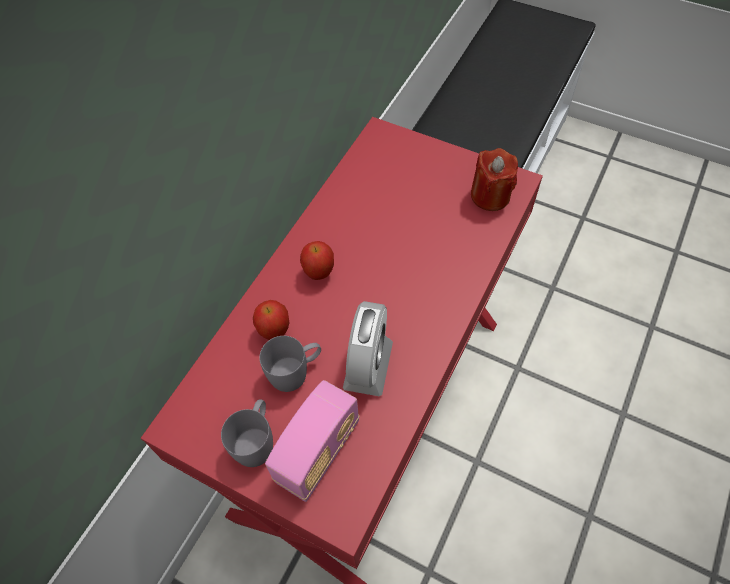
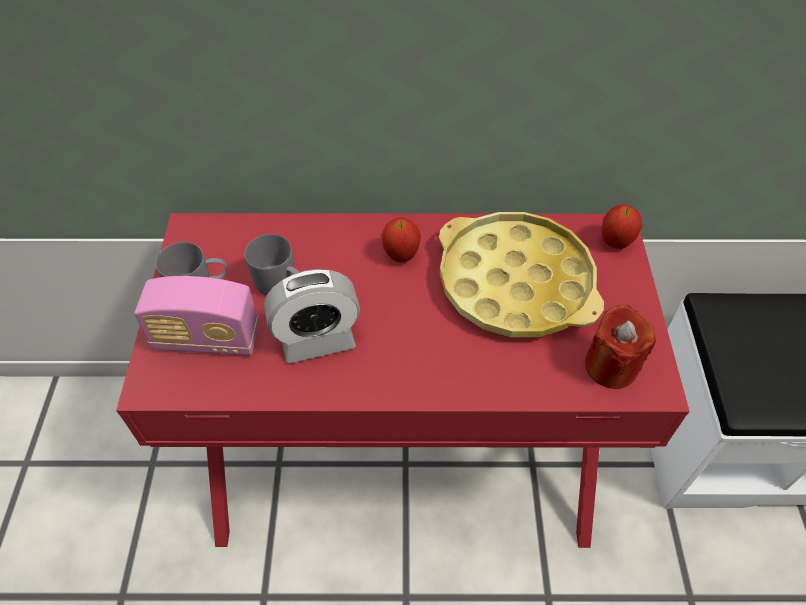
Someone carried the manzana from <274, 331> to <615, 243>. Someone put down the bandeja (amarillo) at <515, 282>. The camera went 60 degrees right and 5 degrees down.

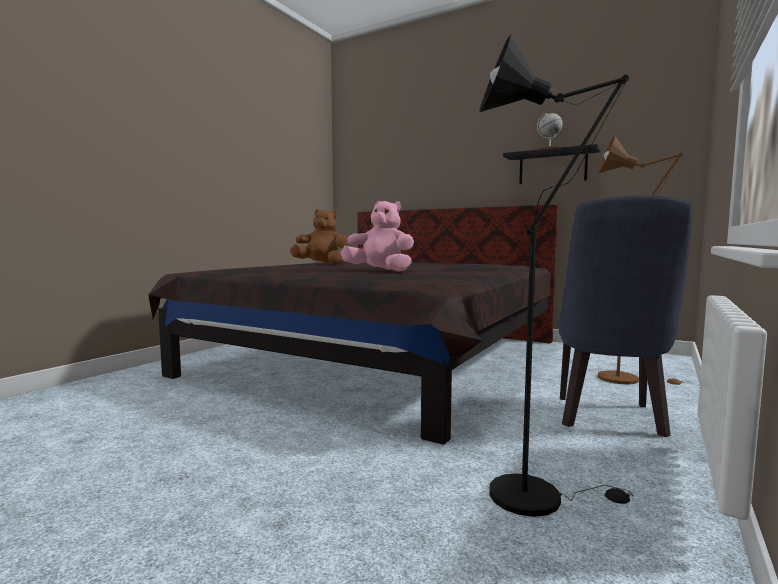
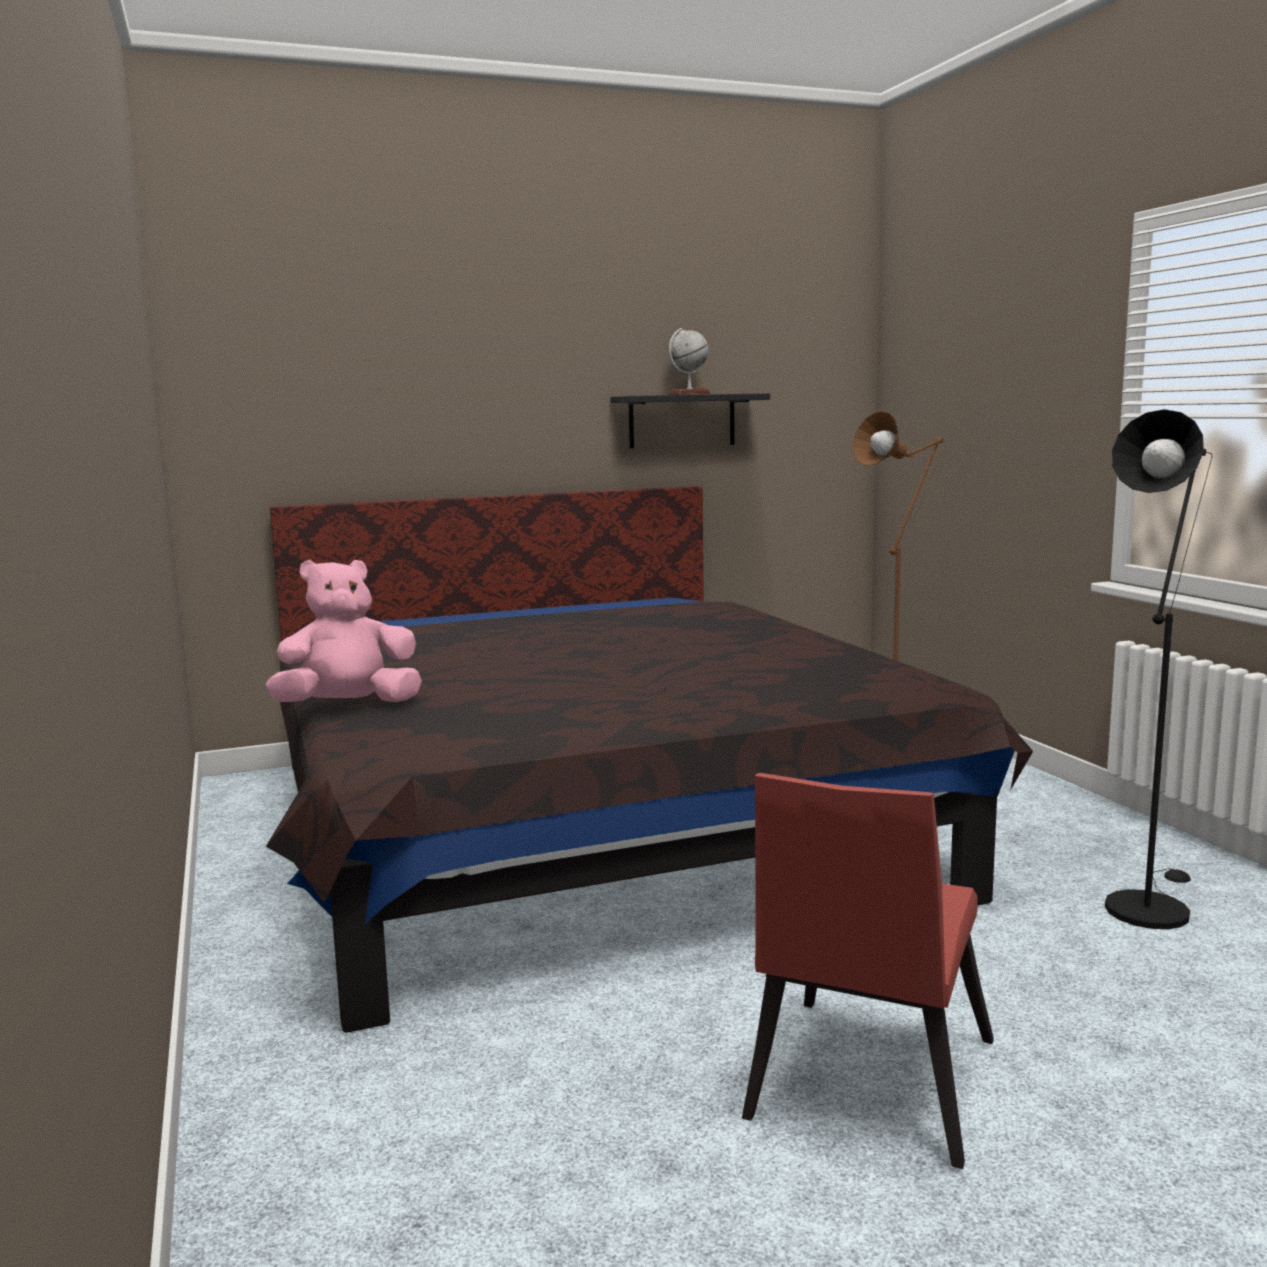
Someone took away the silla (azul) at <609, 419>. Someone carried the peluche (rosa) from <380, 271> to <348, 706>. Someone took away the peluche (marrón) at <322, 264>. Someone put down the silla (rojo) at <865, 1087>. The camera went 50 degrees left and 5 degrees up.

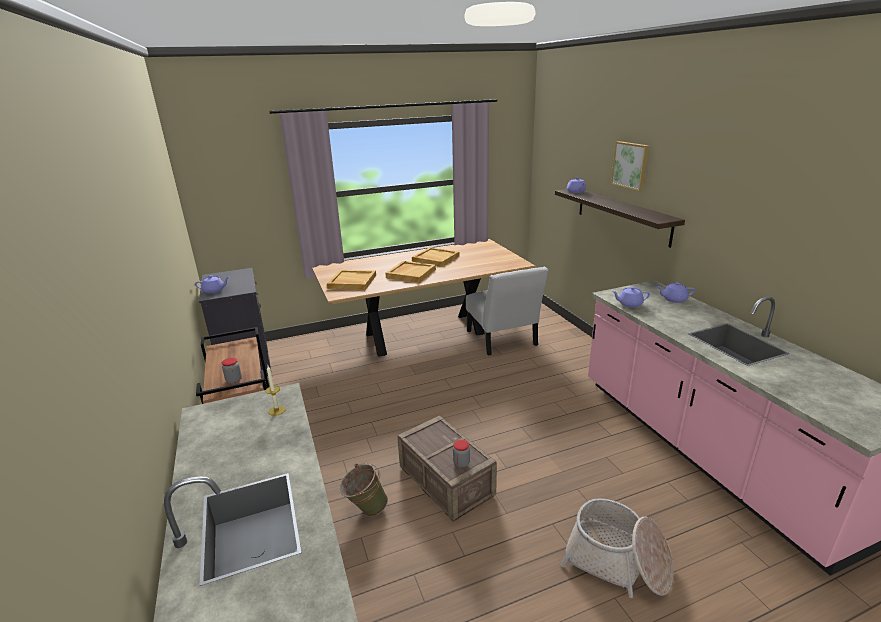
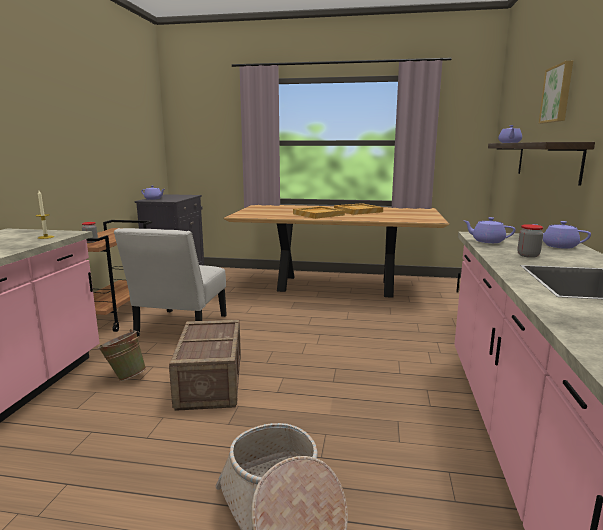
Someone carried the silla (blanco) from <502, 340> to <179, 328>. Someone took away the bandeja (beis) at <352, 281>. Someone carried the tarro from <461, 463> to <528, 255>. The camera went 30 degrees right and 10 degrees down.

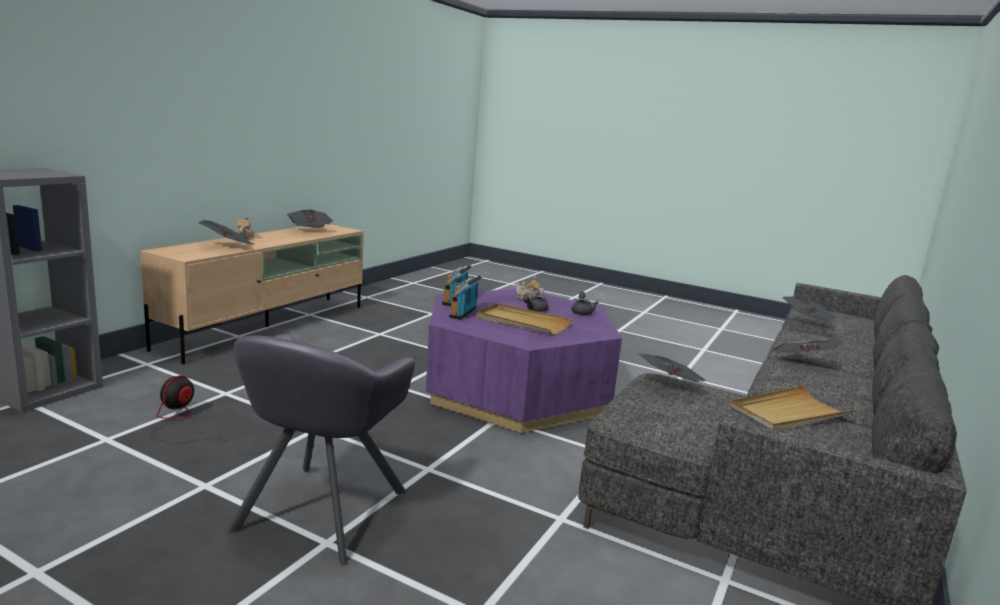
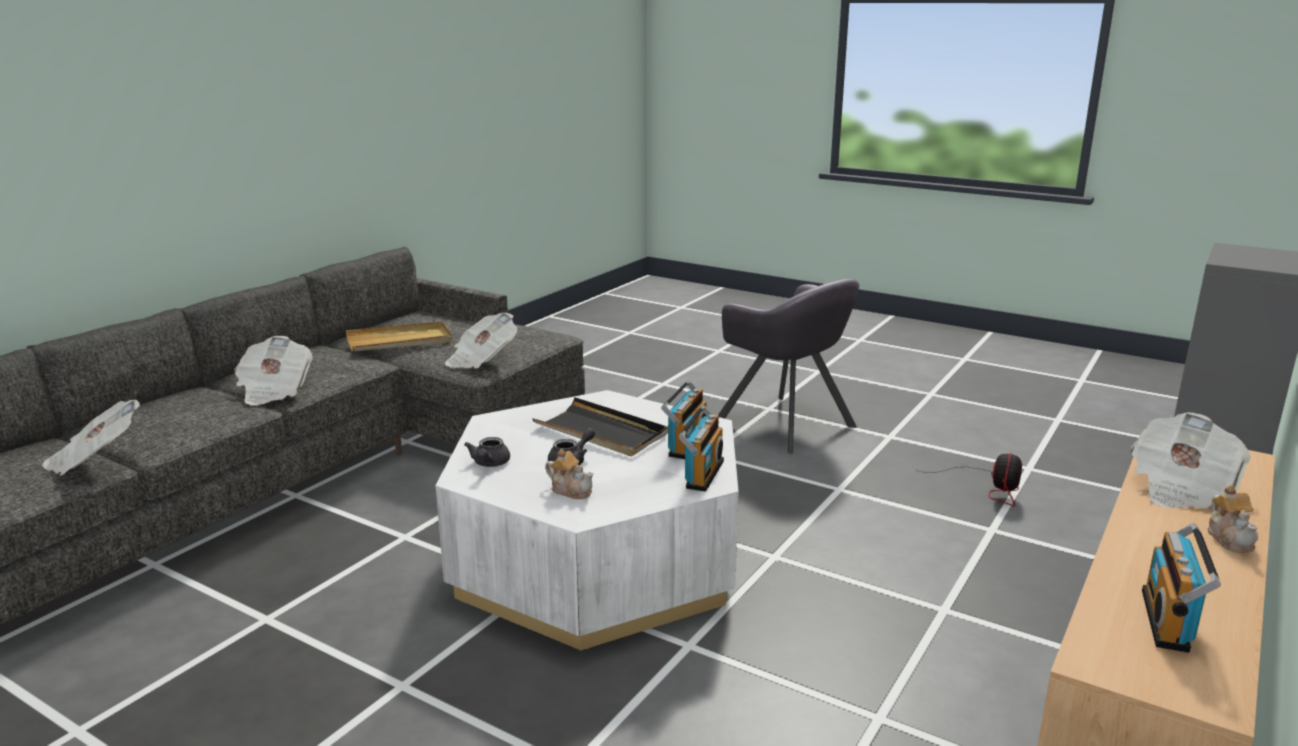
Someone swapped the periódico at <310, 231> for the radio at <1170, 621>. Someone repainted the mesa de centro (morado) at <516, 390>, which became the mesa de centro (blanco) at <596, 560>. Someone repainted the bandeja (beis) at <522, 322>, which became the bandeja (negro) at <601, 432>. Someone rotated the sillón (gris) at <320, 511> by 120 degrees clockwise. The camera went 175 degrees left and 5 degrees up.

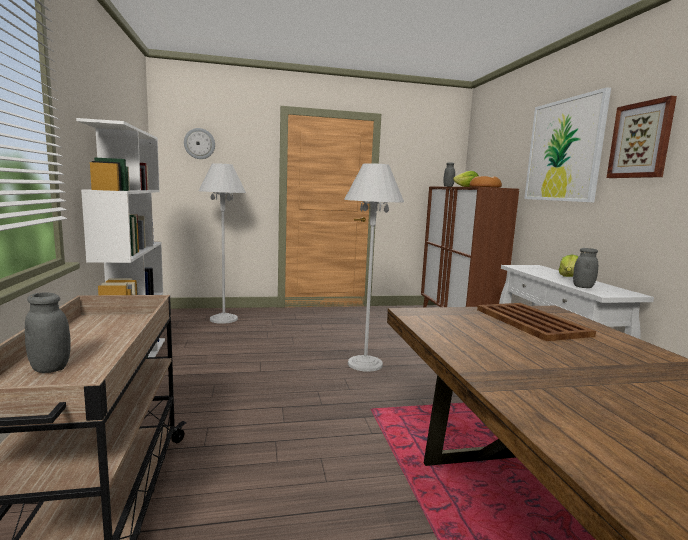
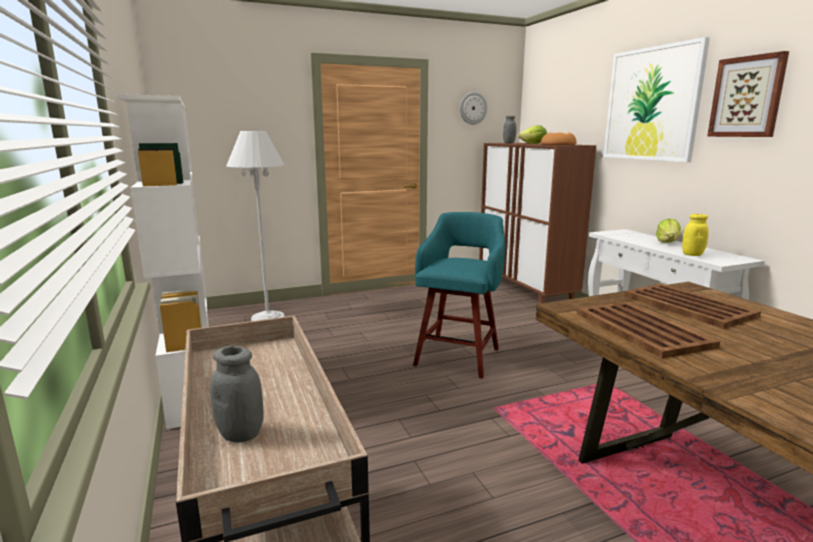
Someone carried the reloj de pared from <199, 143> to <473, 108>. Someone swapped the lámpara de pie (blanco) at <365, 364> for the taburete (turquesa) at <458, 355>. Someone repainted the tarro (gris) at <583, 287>, which became the tarro (amarillo) at <692, 254>. Someone put down the bandeja (marrón) at <641, 329>. The camera went 10 degrees left and 5 degrees up.

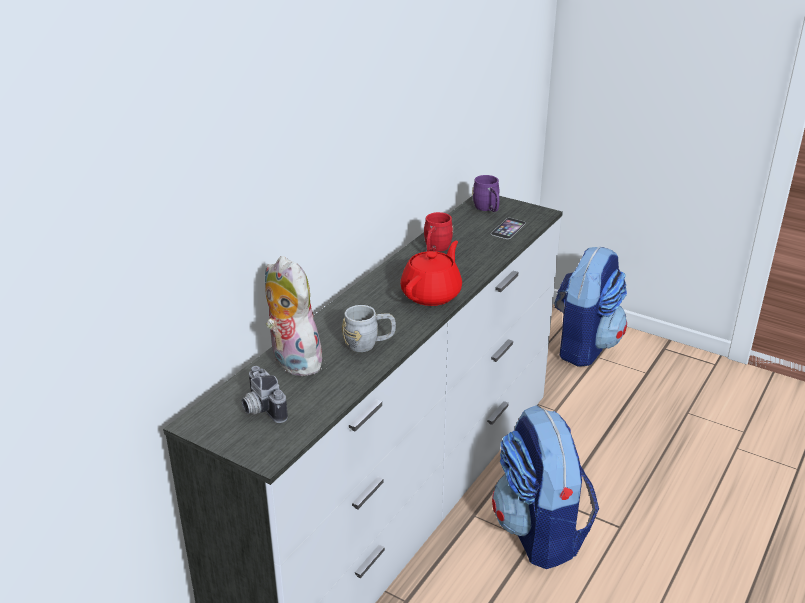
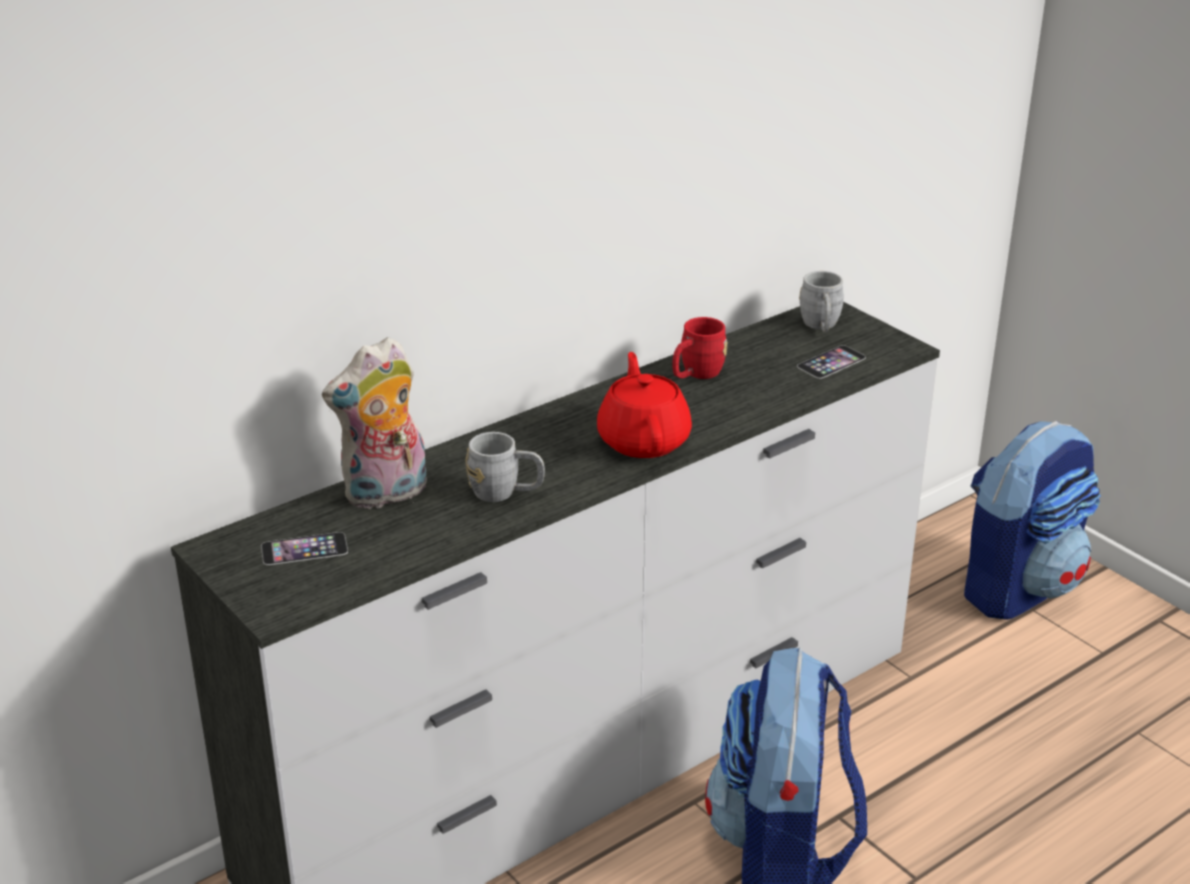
Someone repainted the taza grande (morado) at <488, 209>, which became the taza grande (gris) at <821, 326>. Someone rotated the tetera (rojo) at <432, 294> by 60 degrees counterclockwise. Someone rotated the peluche at <292, 361> by 105 degrees counterclockwise. Someone swapped the cámara at <260, 409> for the móvil at <304, 549>. The camera went 20 degrees right and 0 degrees up.

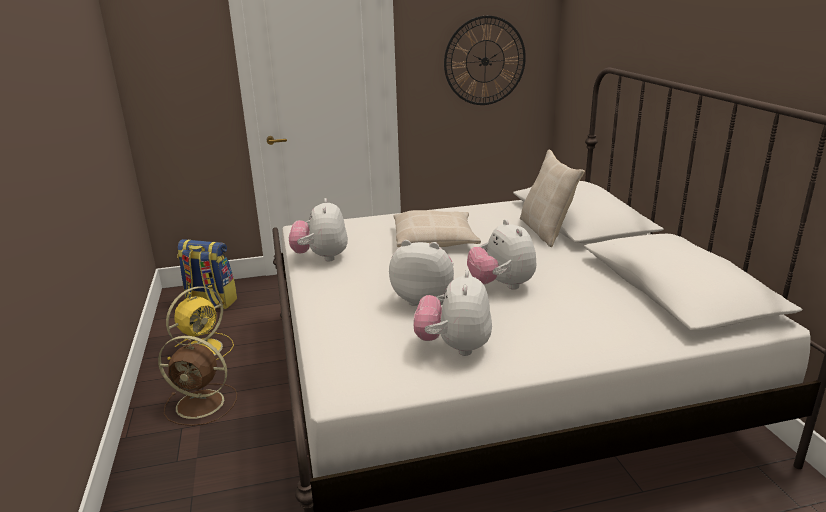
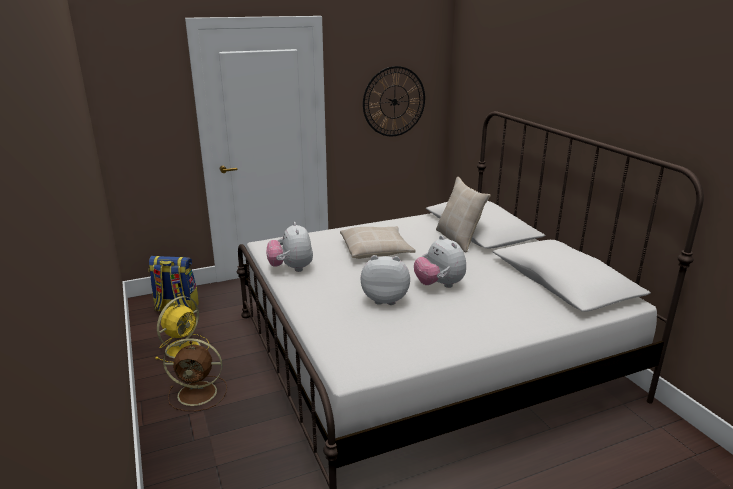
Someone took away the peluche at <454, 347>. The camera went 10 degrees left and 0 degrees up.

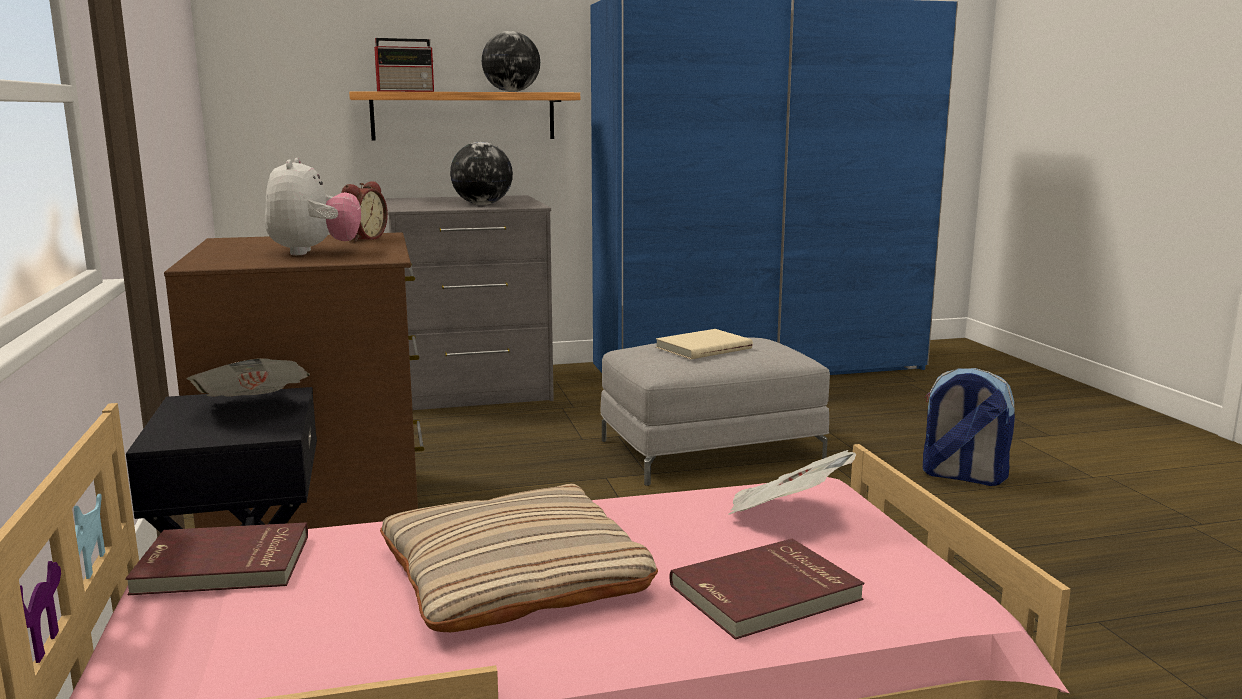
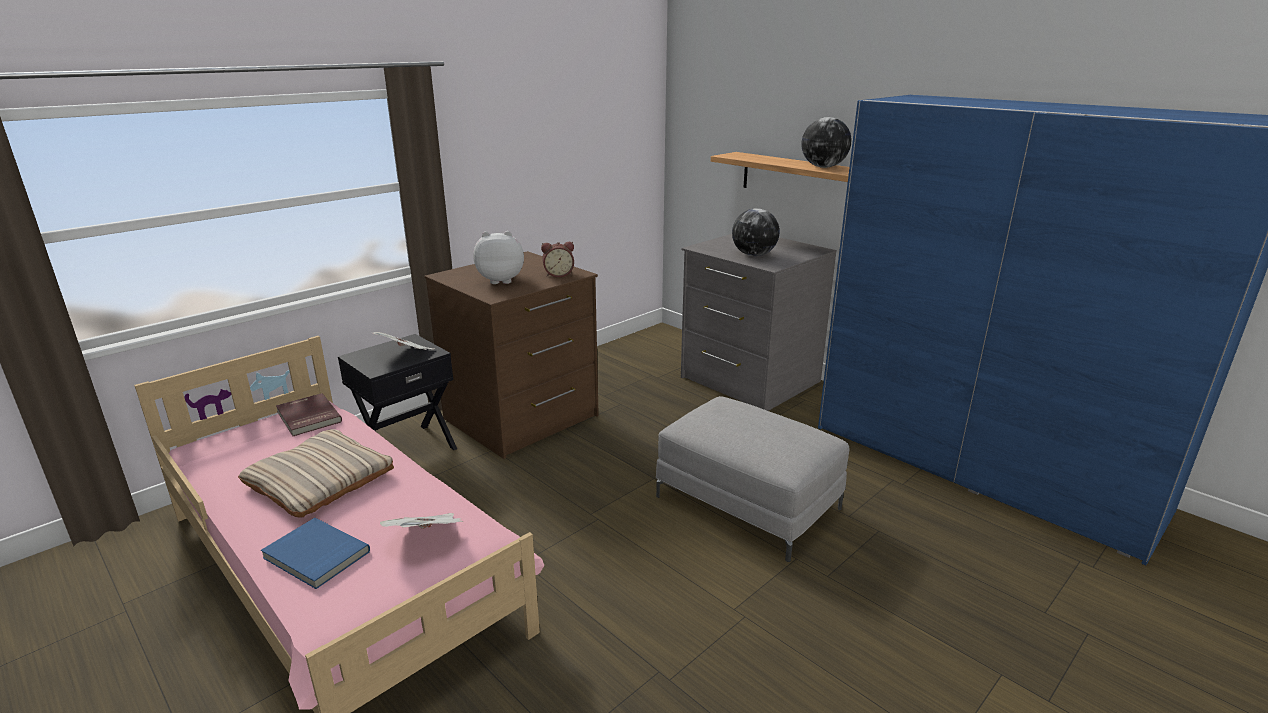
Someone took away the radio at <407, 91>. Someone rotated the peluche at <314, 252> by 150 degrees counterclockwise. Someone took away the libro (beis) at <702, 347>. Someone took away the mochila at <961, 476>. Someone repainted the libro (rojo) at <767, 594>, which became the libro (azul) at <315, 556>. The camera went 60 degrees right and 10 degrees up.

